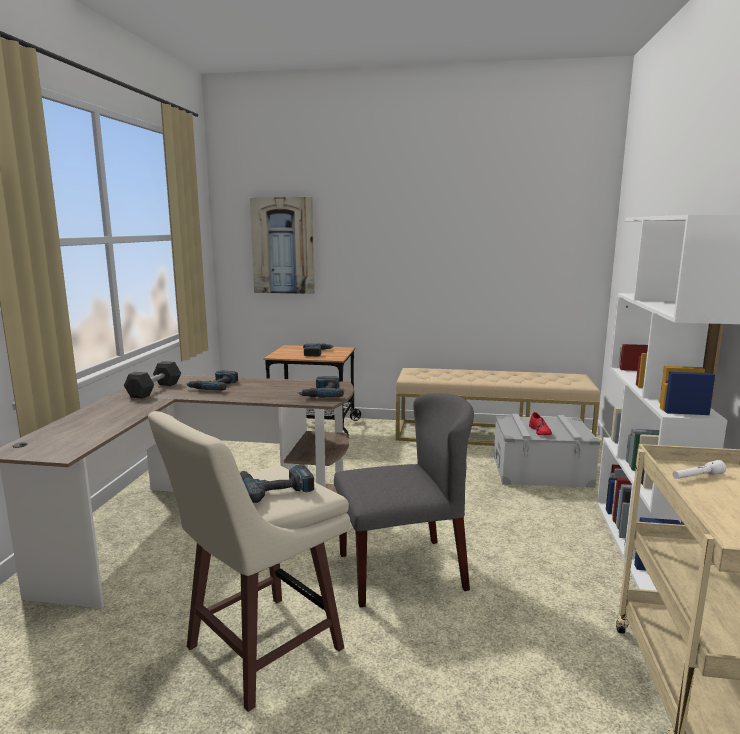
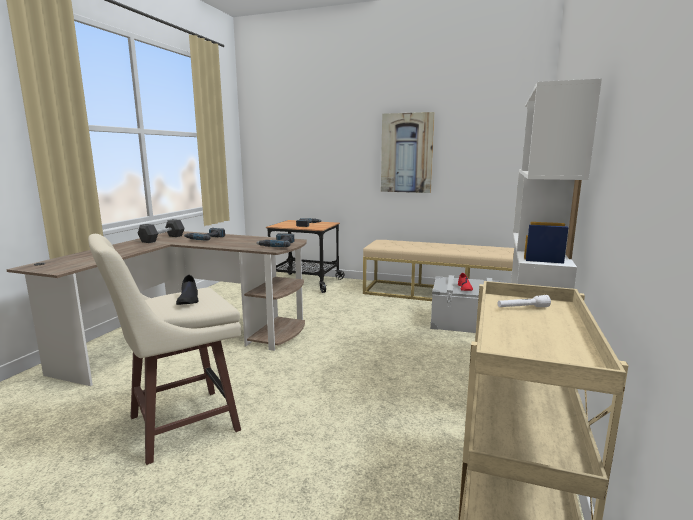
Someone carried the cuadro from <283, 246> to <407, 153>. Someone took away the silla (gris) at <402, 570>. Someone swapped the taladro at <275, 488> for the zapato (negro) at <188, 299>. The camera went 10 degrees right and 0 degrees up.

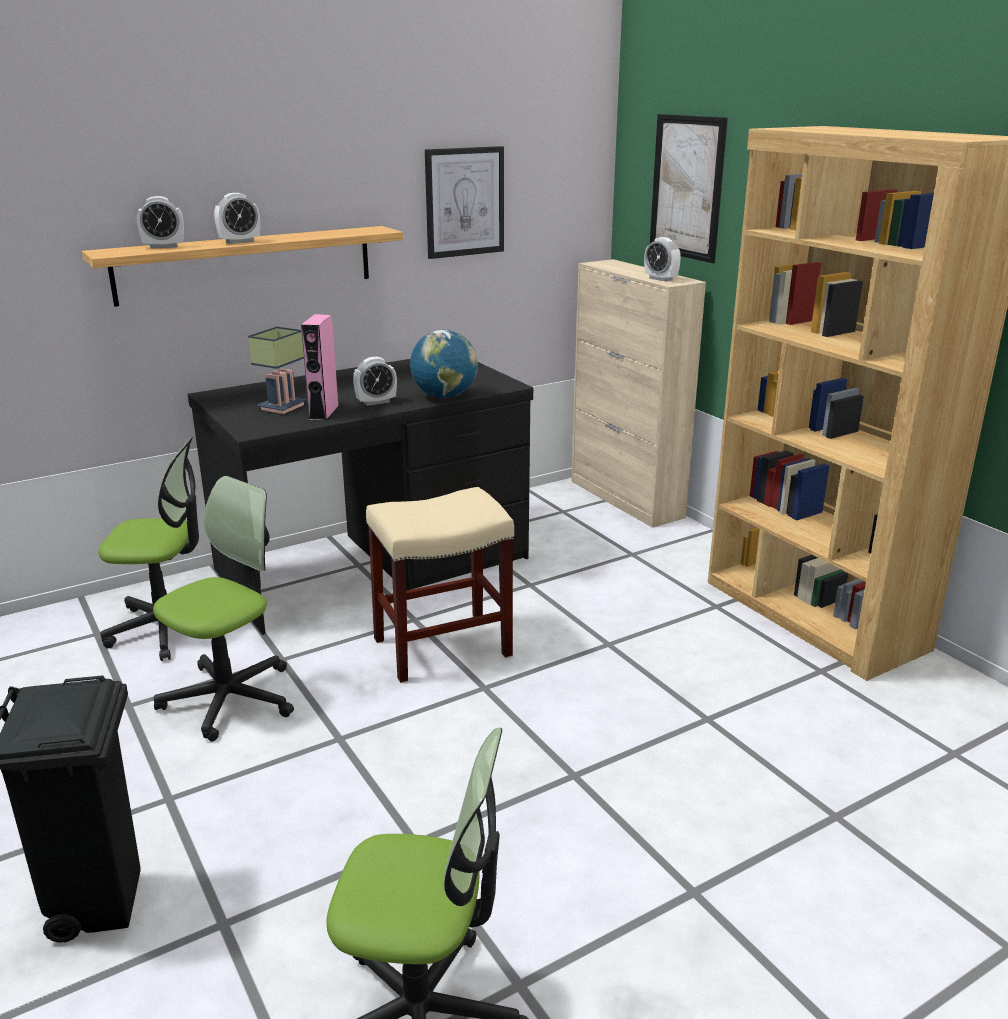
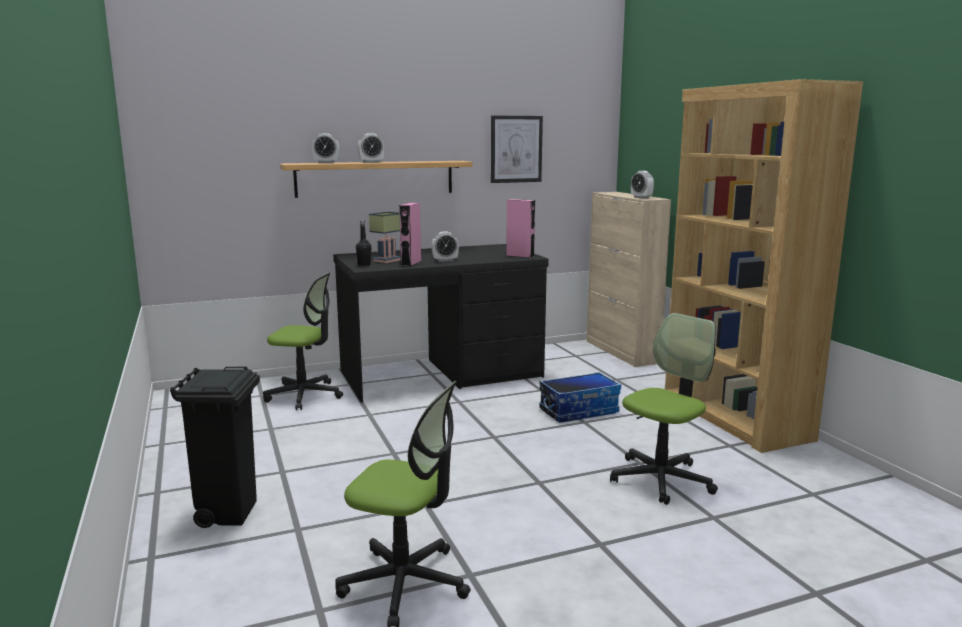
Someone took away the cuadro at <687, 187>. Someone took away the globo terráqueo at <444, 396>. Someone carried the silla de oficina from <230, 698> to <661, 479>. Someone took away the taburete (beis) at <441, 648>. Someone put down the altavoz (rosa) at <520, 256>. Someone put down the botella (negro) at <364, 265>. Someone put down the caja de almacenaje at <579, 411>. The camera went 10 degrees right and 10 degrees down.

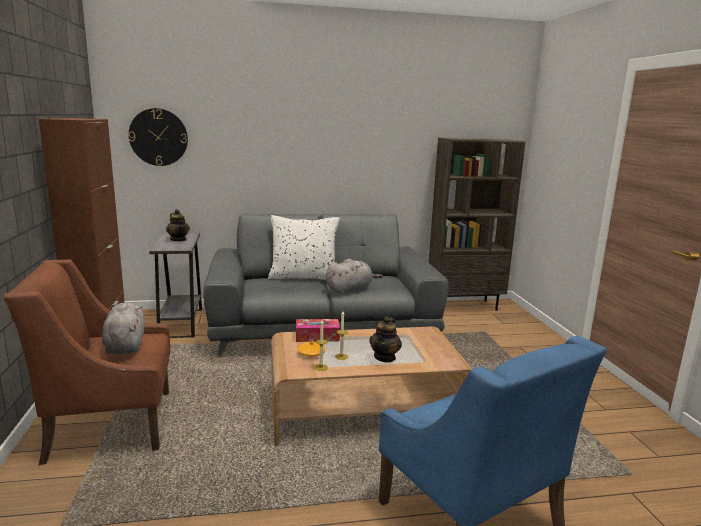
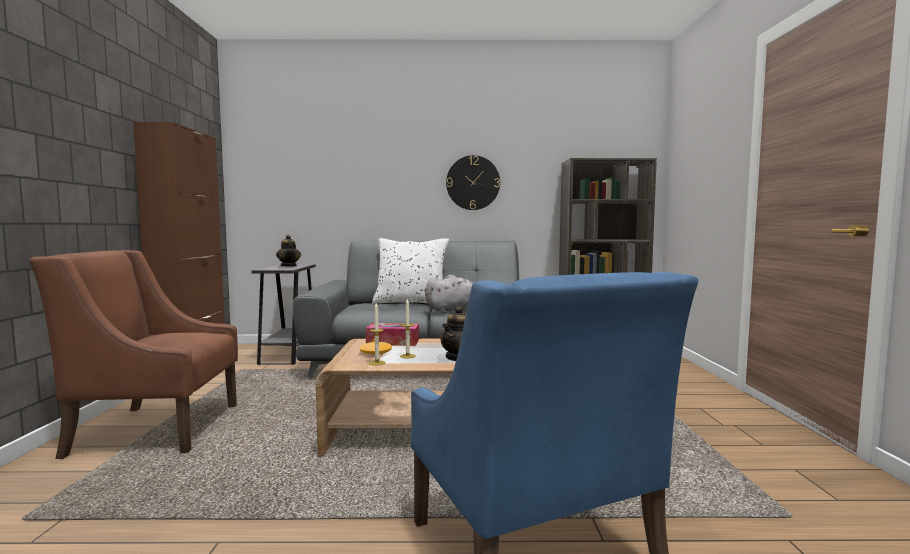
Someone carried the reloj de pared from <158, 137> to <473, 183>. Someone took away the peluche (gris) at <125, 345>. The camera went 10 degrees right and 10 degrees down.

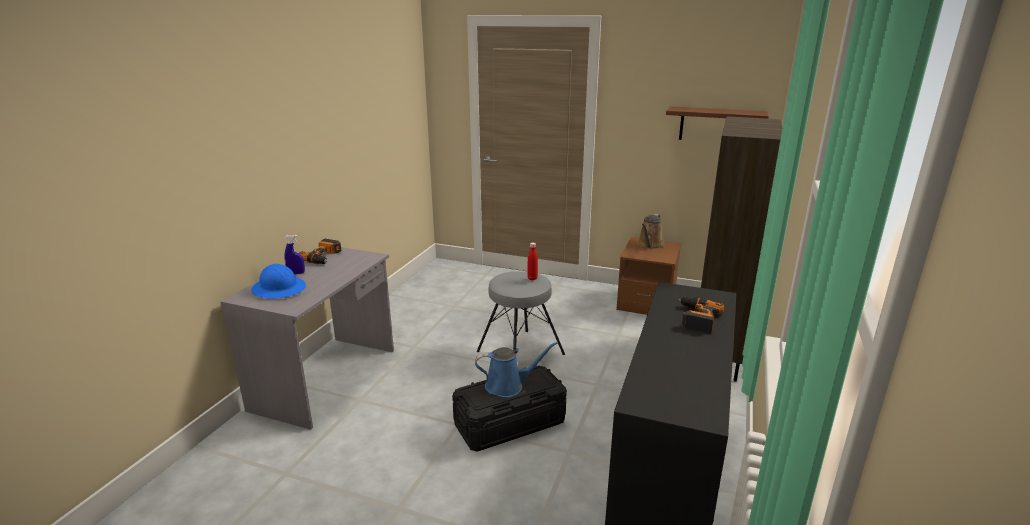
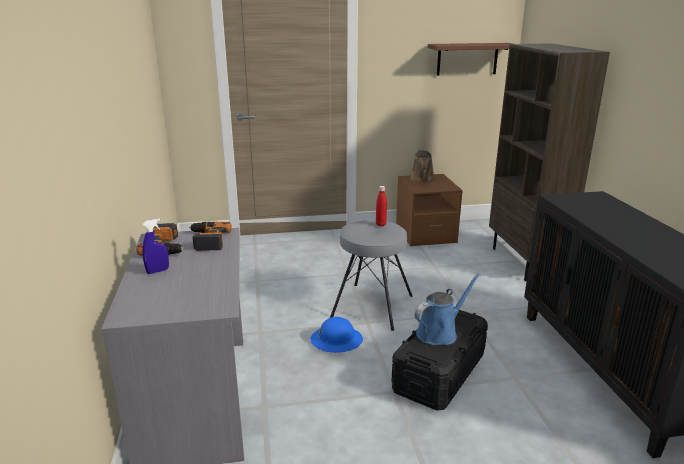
Someone carried the casco (azul) from <279, 289> to <336, 340>. Someone carried the taladro from <696, 318> to <207, 240>. The camera went 30 degrees left and 0 degrees up.

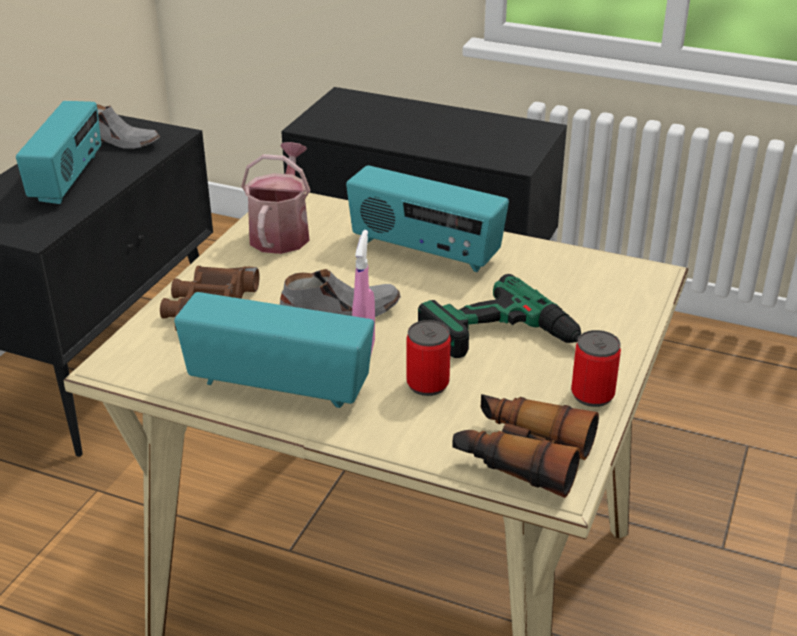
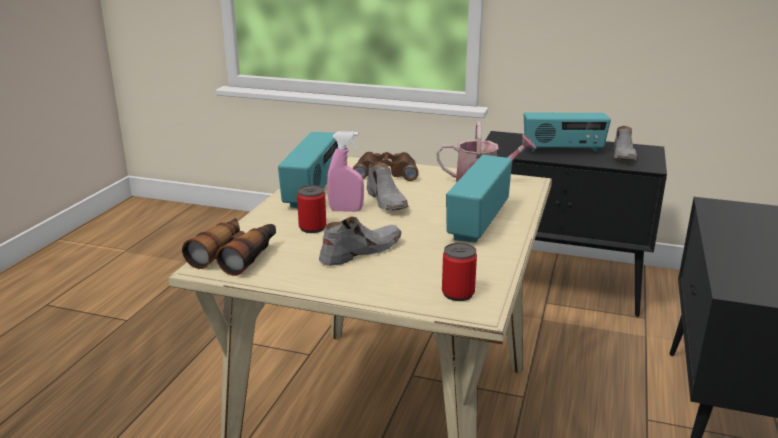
Someone swapped the taladro at <510, 343> for the zapato (gris) at <360, 251>. Someone carried the lata from <592, 395> to <458, 293>. The camera went 85 degrees right and 10 degrees down.

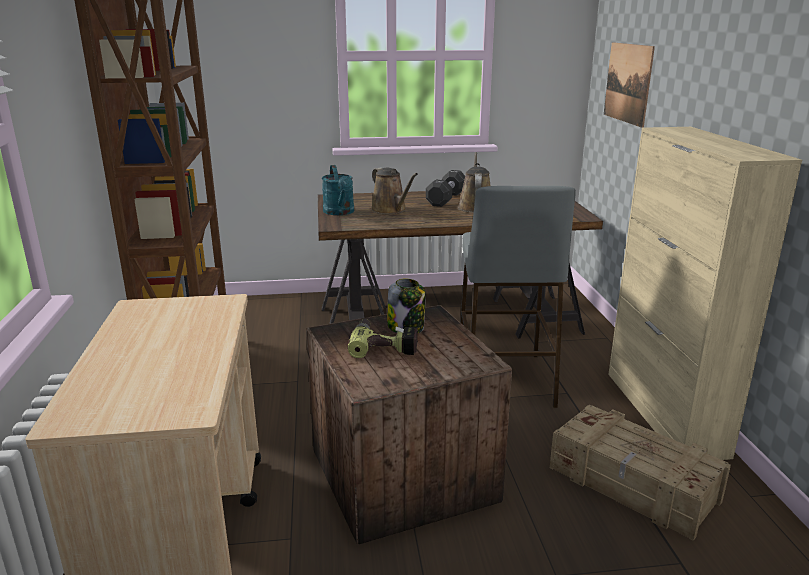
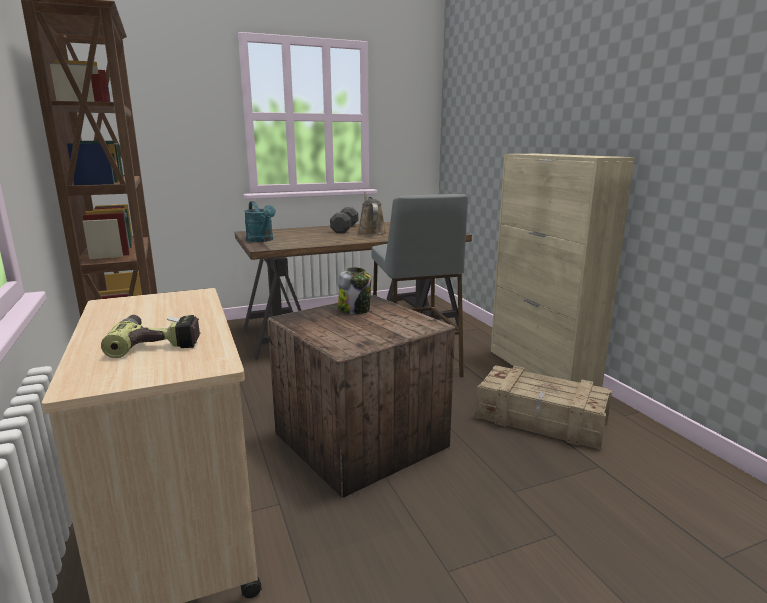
Someone took away the cuadro at <627, 83>. Someone took away the regadera (marrón) at <391, 210>. Someone carried the taladro from <384, 345> to <158, 342>. The camera went 15 degrees left and 5 degrees down.

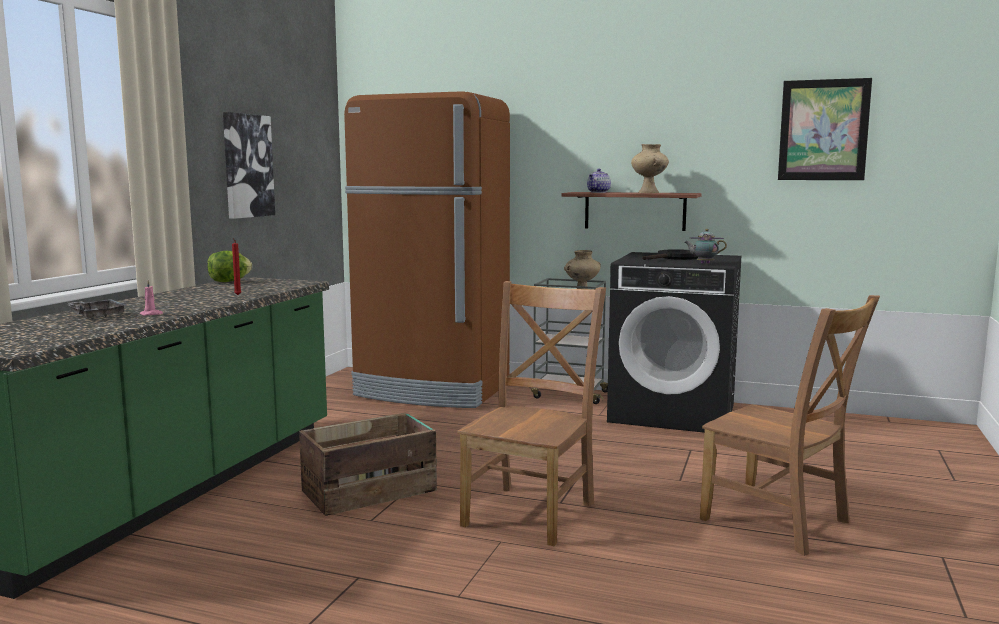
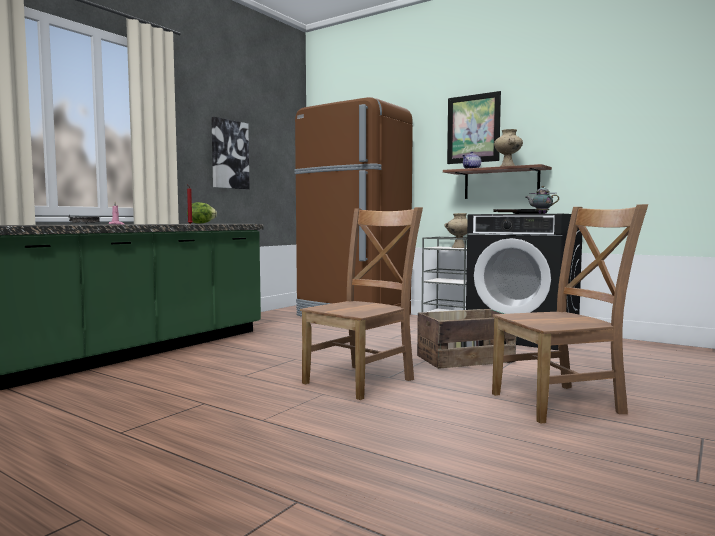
Someone carried the cuadro from <823, 130> to <473, 129>. Someone rotated the silla (marrón) at <780, 522> by 75 degrees counterclockwise. Someone carried the caja de embalaje from <371, 491> to <466, 359>. The camera went 15 degrees right and 5 degrees down.

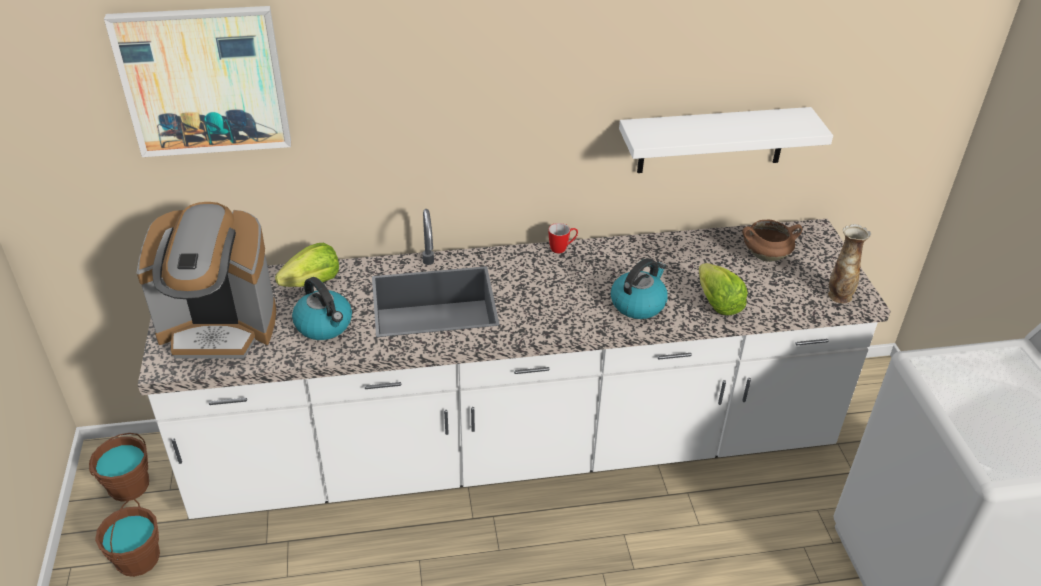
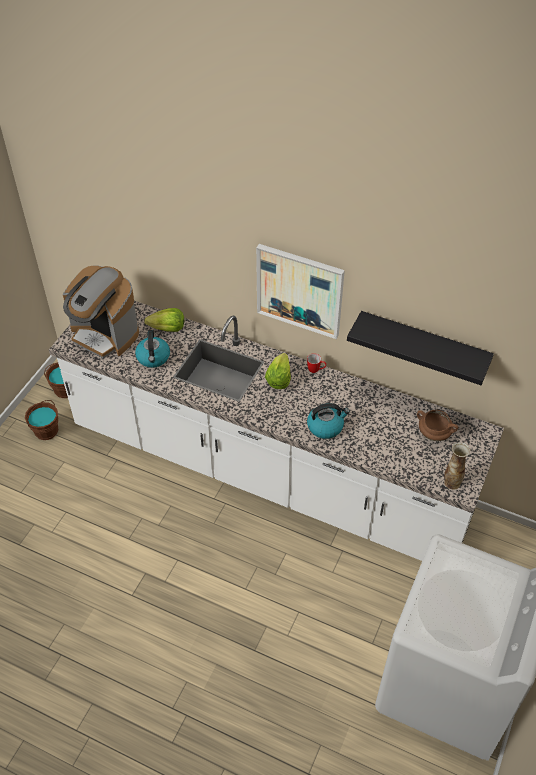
Someone carried the cuadro from <204, 81> to <300, 290>. Someone repainted the estante (blanco) at <712, 140>, which became the estante (negro) at <423, 346>. Someone carried the lechuga from <717, 303> to <279, 379>. The camera went 35 degrees right and 10 degrees up.

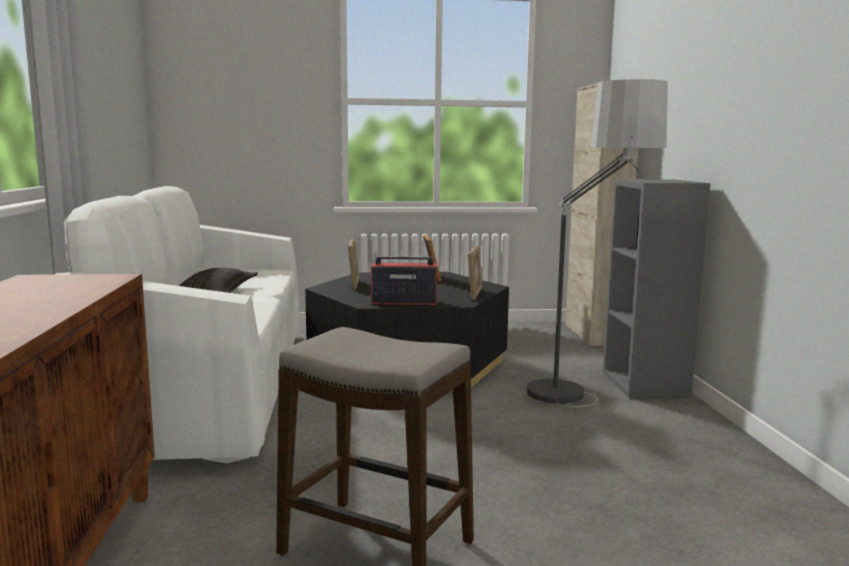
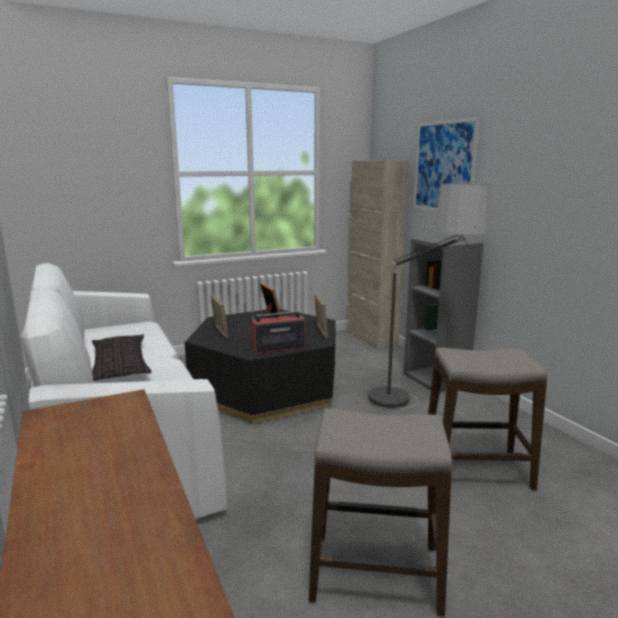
Someone put up the cuadro at <444, 166>. Someone put down the taburete at <477, 470>. The camera went 20 degrees left and 5 degrees up.

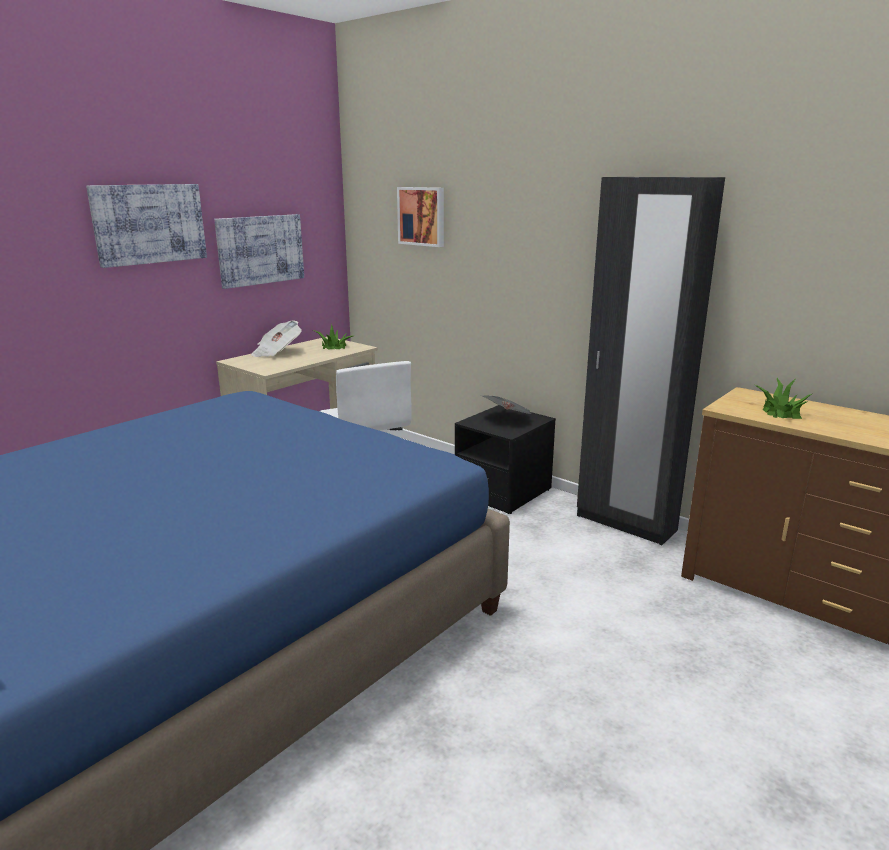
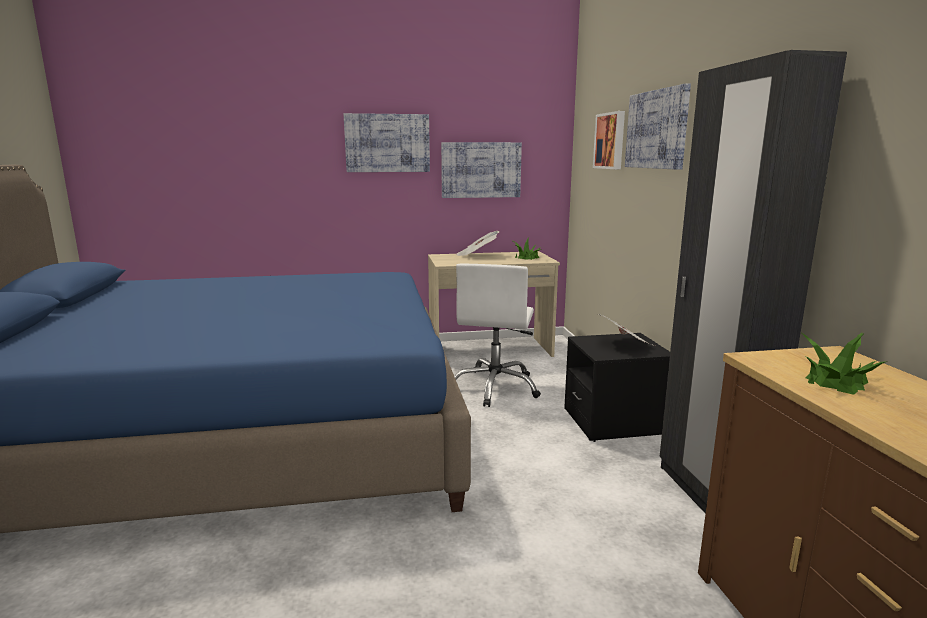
Someone put up the cuadro at <656, 129>. The camera went 40 degrees right and 5 degrees down.

